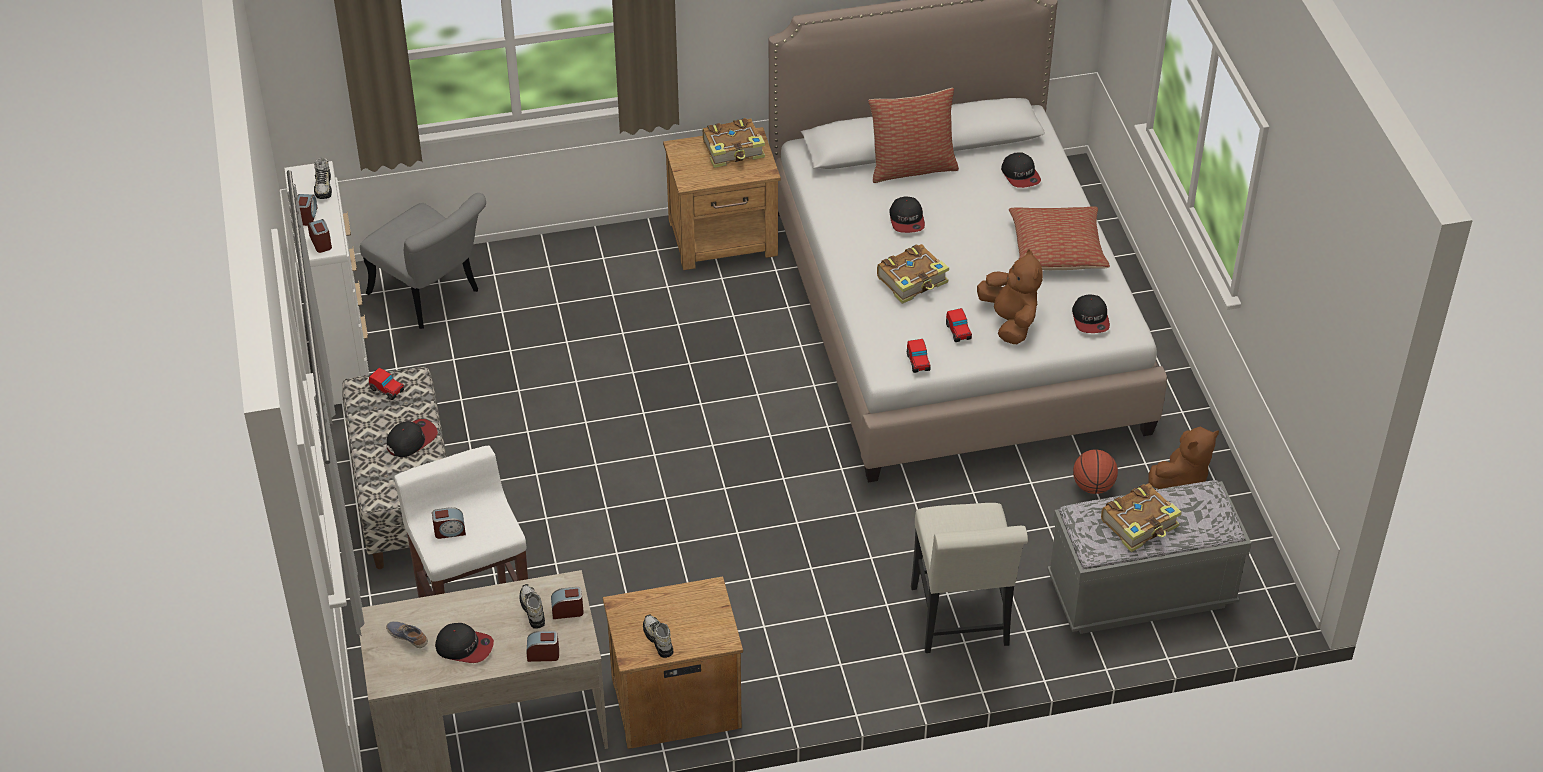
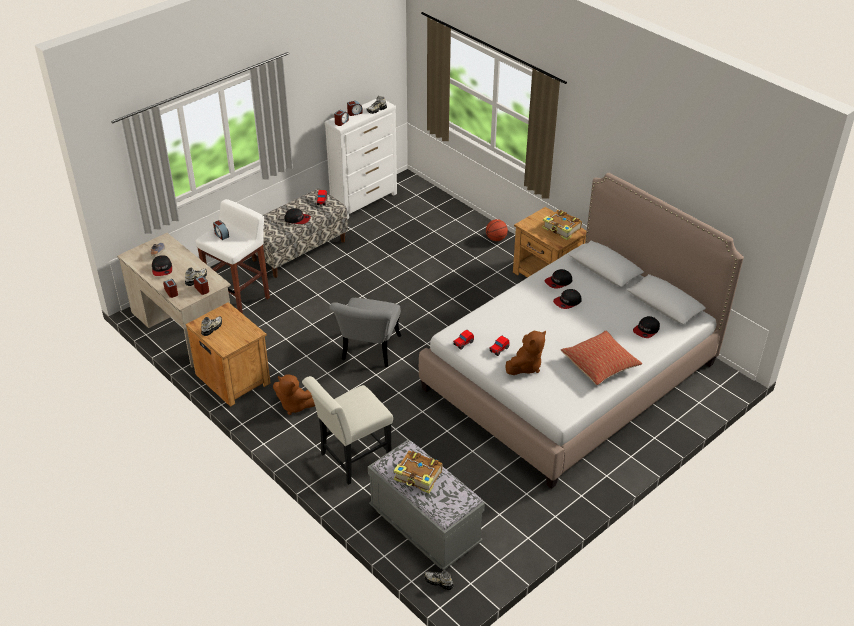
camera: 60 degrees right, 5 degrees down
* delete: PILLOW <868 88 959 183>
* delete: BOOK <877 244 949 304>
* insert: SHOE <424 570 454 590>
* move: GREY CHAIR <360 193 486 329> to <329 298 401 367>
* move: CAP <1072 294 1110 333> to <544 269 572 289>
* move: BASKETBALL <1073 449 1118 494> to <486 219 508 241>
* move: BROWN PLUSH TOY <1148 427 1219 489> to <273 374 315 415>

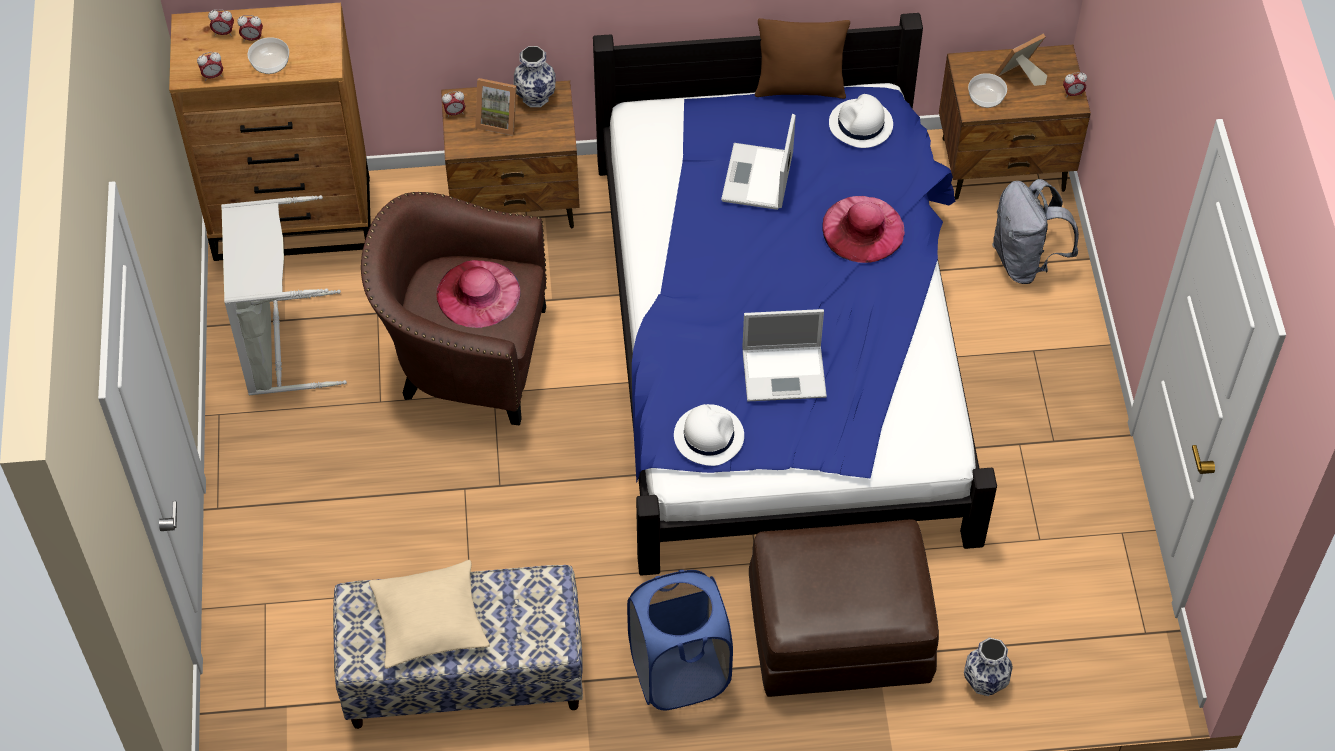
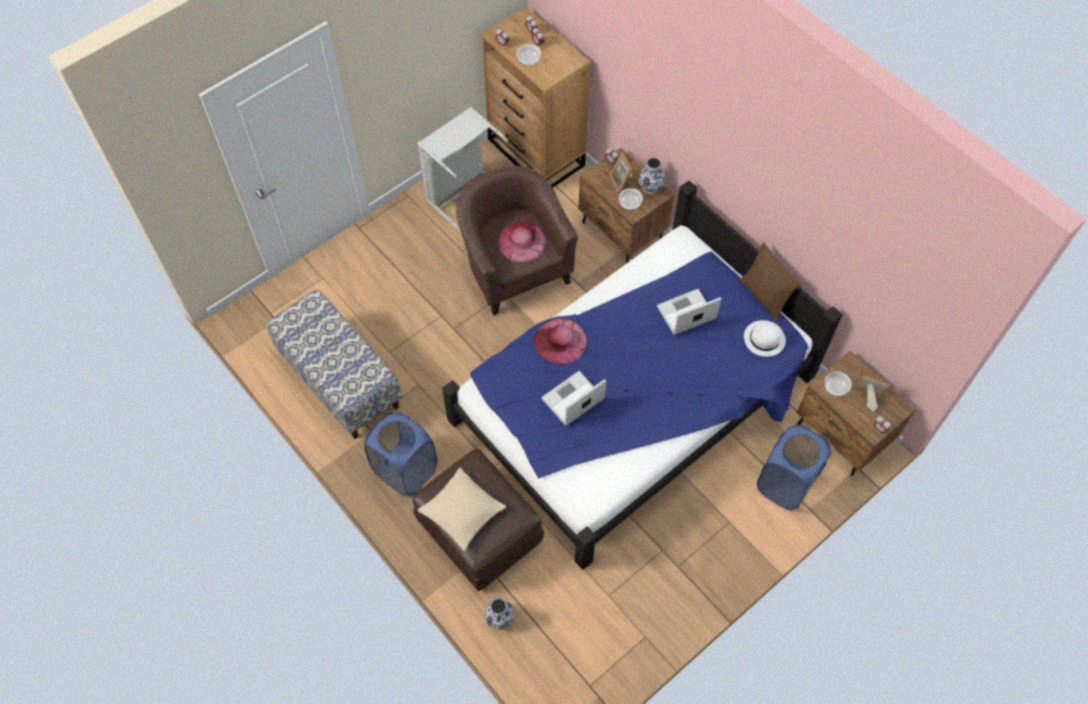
camera: 55 degrees right, 5 degrees up
* delete: WHITE HAT <674 404 744 466>
* insert: BOWL <619 188 643 210>
* move: BEIGE PILLOW <369 560 490 669> to <418 468 506 551>
* move: PINK HAT <822 196 905 263> to <534 318 587 365>
* replace: GREY BACKPACK <992 179 1079 284> to BLUE LAUNDRY BASKET <757 425 831 510>
* rotate: LAPTOP <742 309 827 401> = <541 371 606 426> 90 degrees clockwise

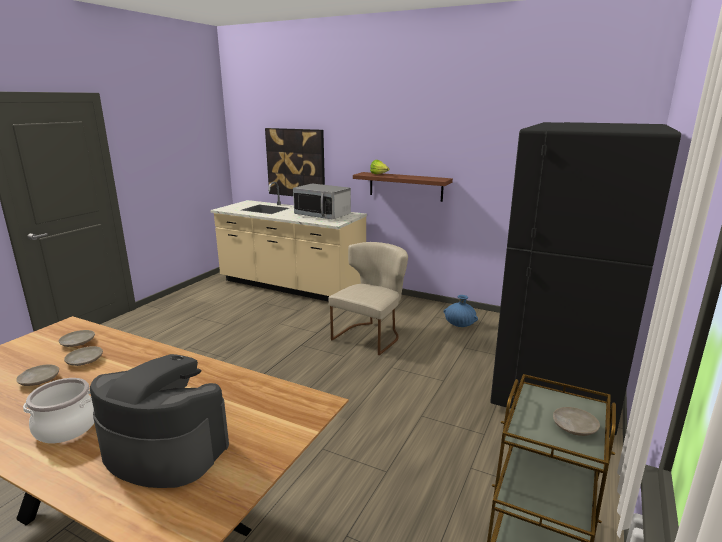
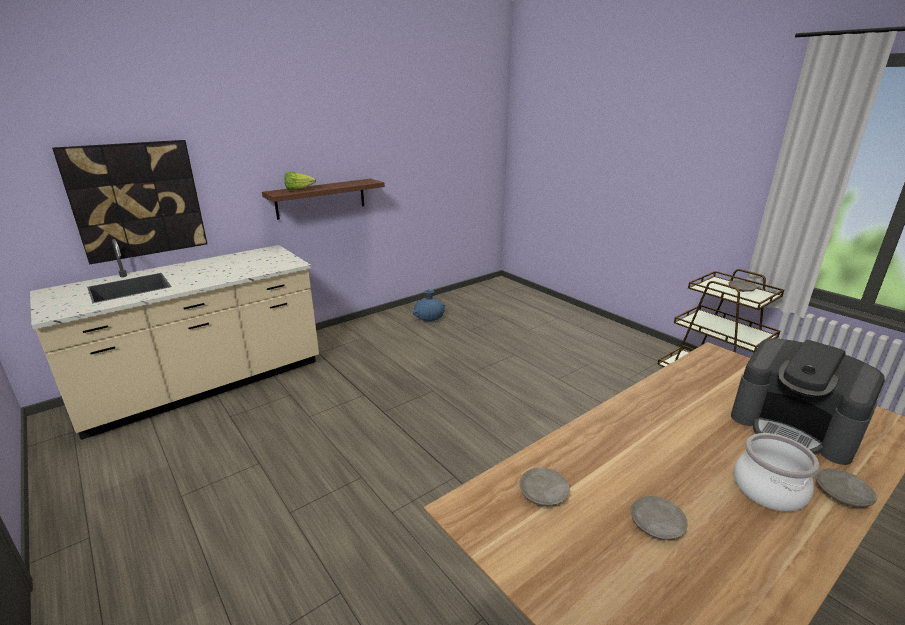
camera: 65 degrees left, 5 degrees up
* delete: MICROWAVE <293 184 351 220>
* delete: BEIGE CHAIR <328 242 408 355>
* delete: BLACK FRIDGE <490 122 681 438>
* move: BEIGE PLATE <64 346 103 366> to <816 468 877 507>
* rotate: COFFEE MACHINE <90 354 229 488> = <731 338 885 465> 90 degrees counterclockwise

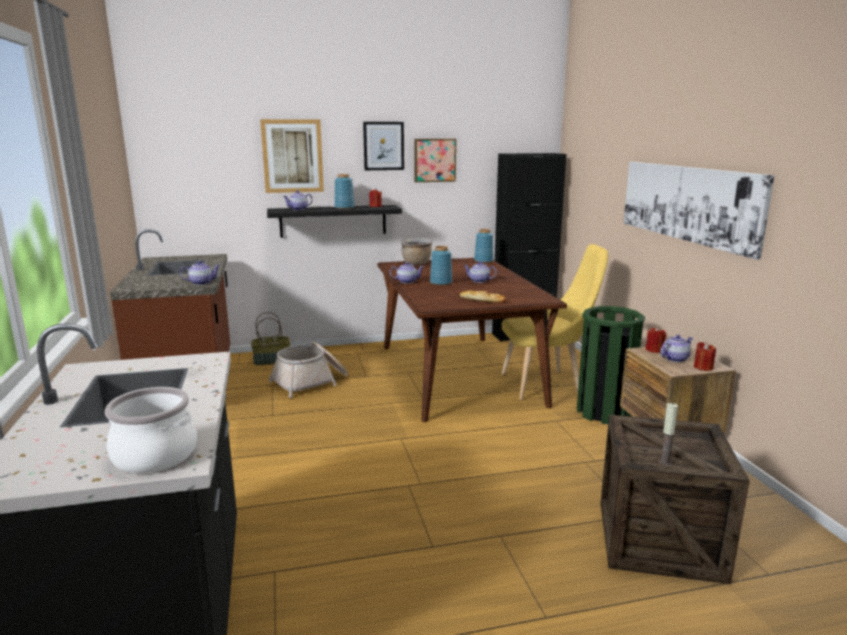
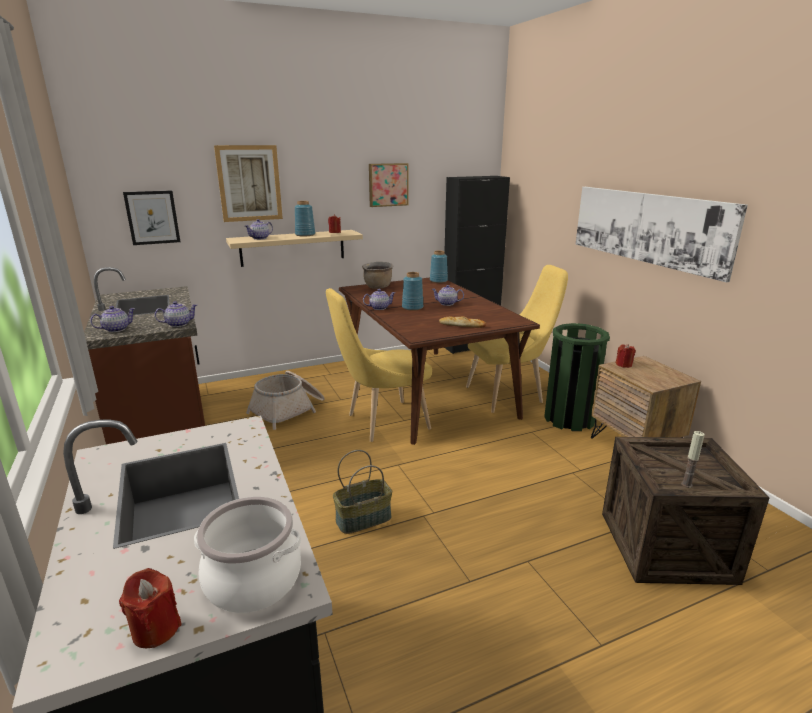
camera: 10 degrees left, 5 degrees up
* insert: YELLOW CHAIR <326 288 432 442>
* move: BASKET <251 312 290 365> to <333 450 392 534>
* move: PICTURE <363 122 404 170> to <123 191 180 245>
* move: TEAPOT <660 335 693 362> to <90 306 136 332>
* move: RED CANDLE <694 342 716 371> to <119 568 182 648>
* recolor: BLACK SHELF <267 205 402 238> to BEIGE SHELF <226 230 363 267>

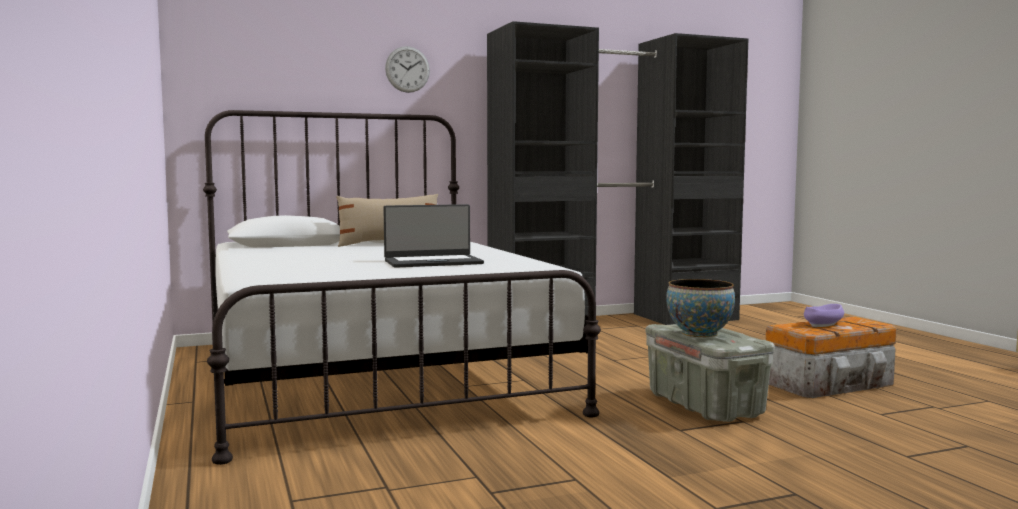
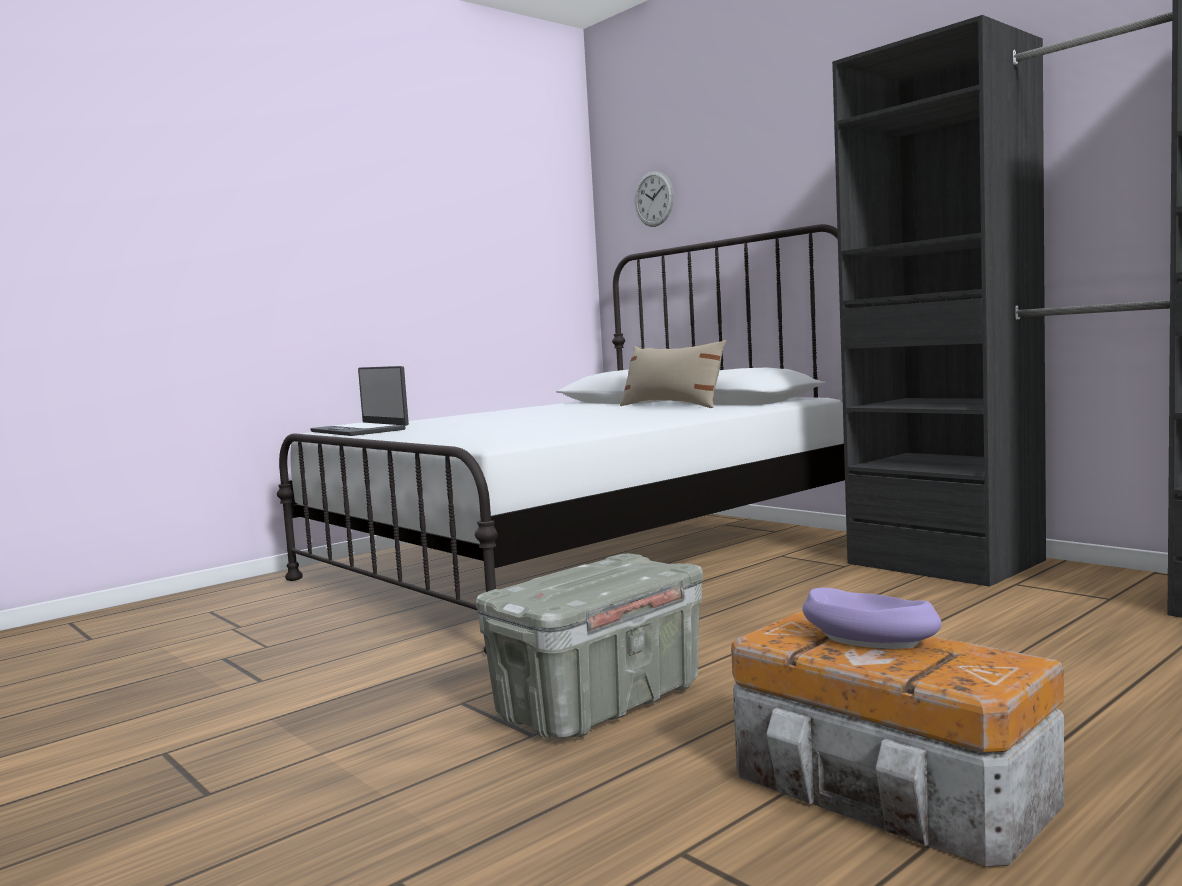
camera: 70 degrees right, 0 degrees up
* delete: BOWL <666 279 735 337>
* move: LAPTOP <383 204 484 268> to <310 366 409 436>
* move: WALL CLOCK <385 46 430 93> to <635 171 674 227>

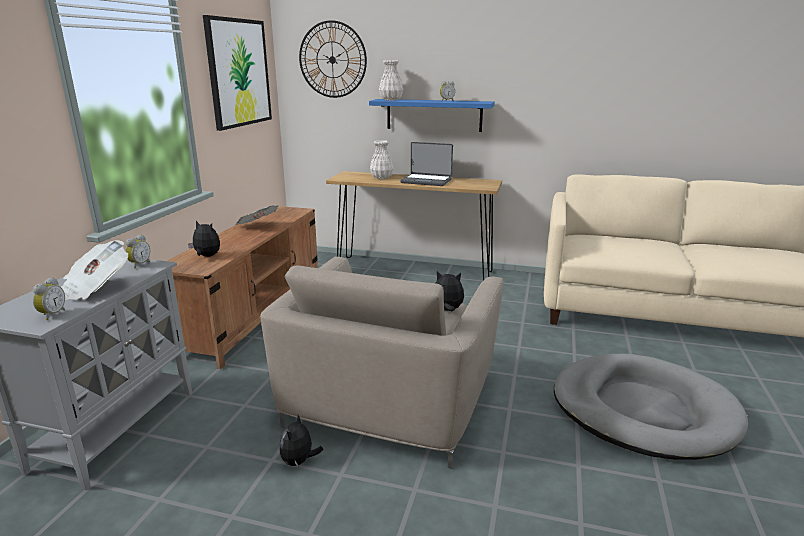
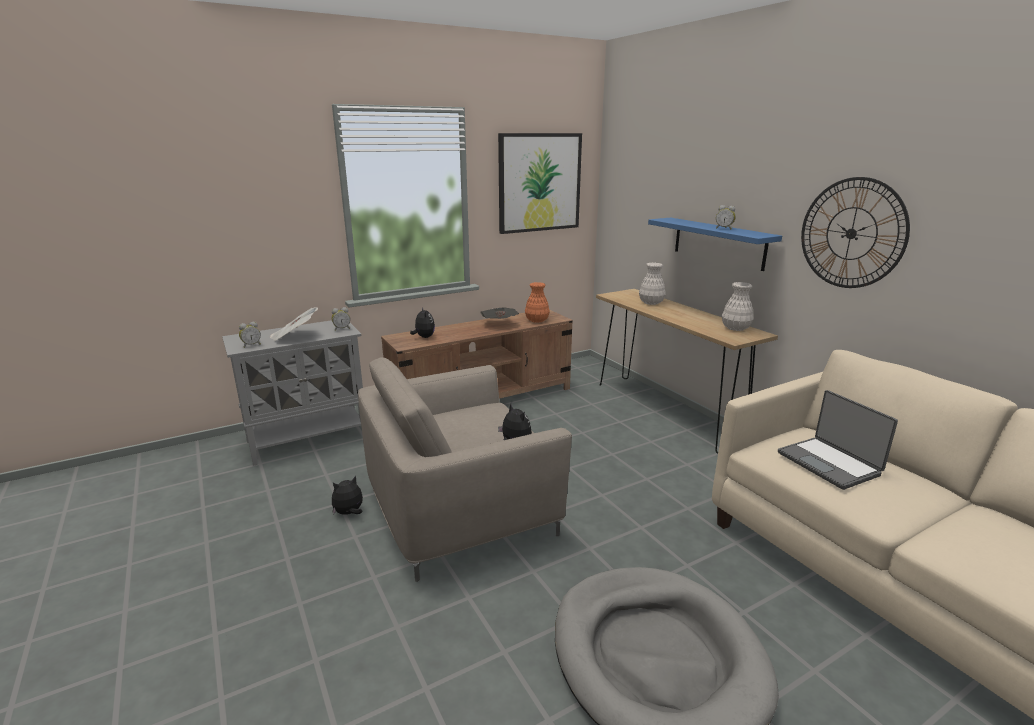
camera: 45 degrees right, 0 degrees up
* insert: ORANGE VASE <525 282 550 323>
* move: WALL CLOCK <299 20 367 98> to <801 177 910 288>
* move: WHITE VASE <379 60 403 100> to <722 282 754 331>
* move: LAPTOP <400 142 453 186> to <778 390 898 490>

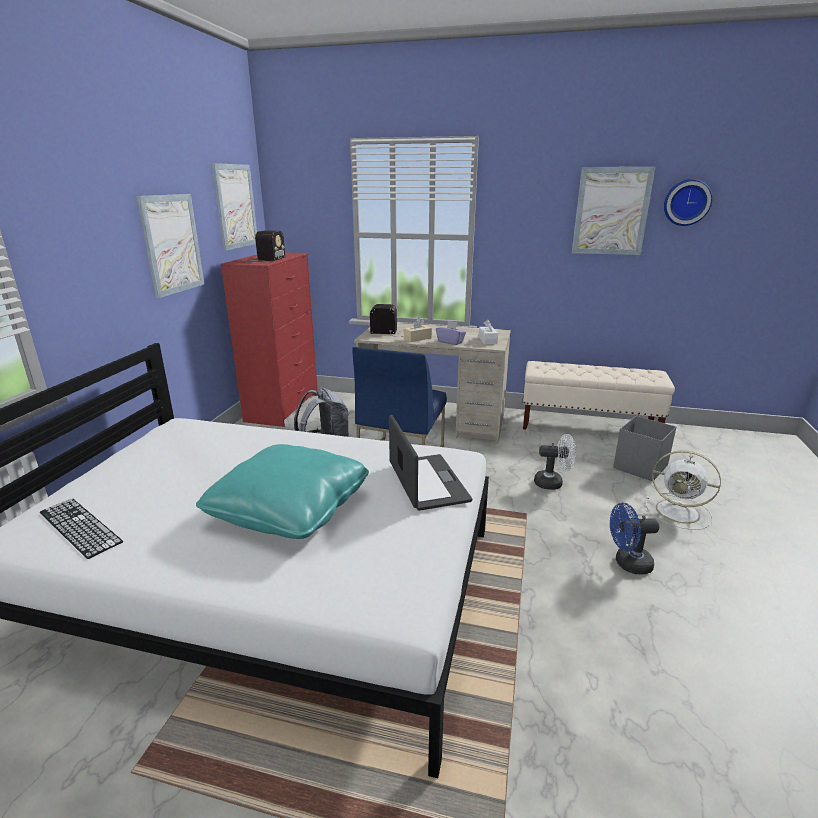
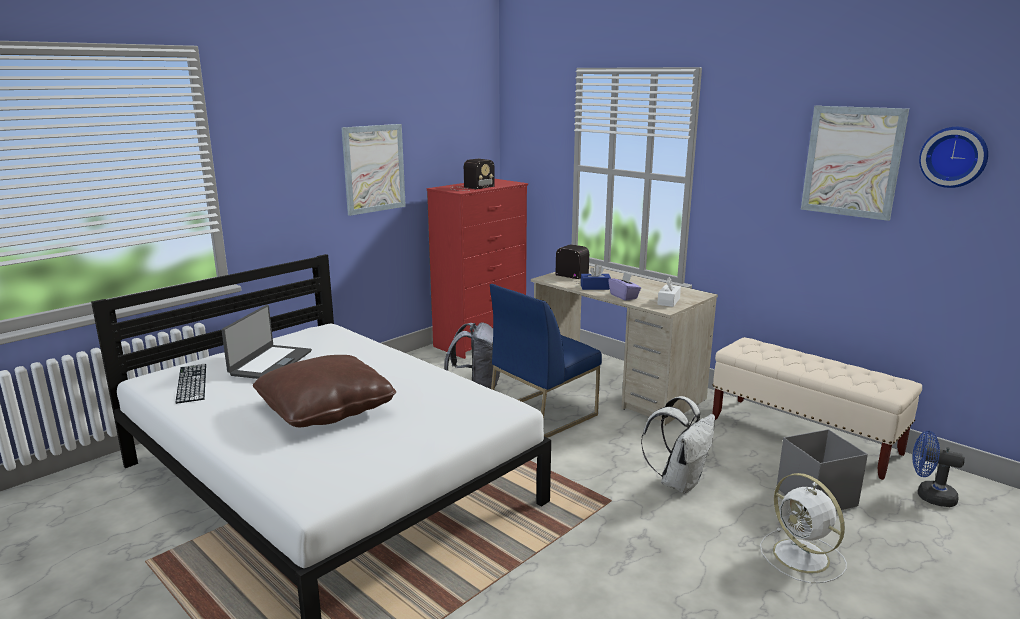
camera: 30 degrees right, 5 degrees down
* delete: PICTURE <212 163 257 251>
* move: LAPTOP <389 415 472 511> to <221 305 312 379>
* move: BLUE FAN <610 503 659 574> to <913 431 965 507>
* replace: WHITE FAN <534 434 576 490> to WHITE BACKPACK <641 396 715 493>
* recolor: TURQUOISE PILLOW <196 444 369 539> to BROWN PILLOW <253 355 396 427>
* recolor: BEIGE TISSUE BOX <404 318 432 342> to BLUE TISSUE BOX <581 264 611 290>

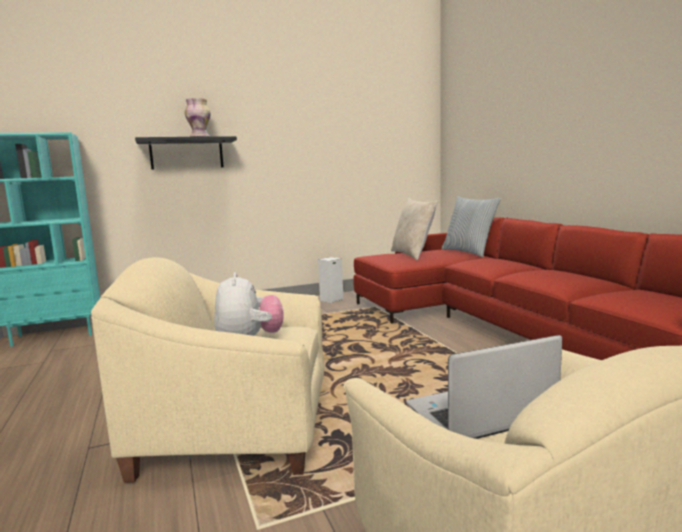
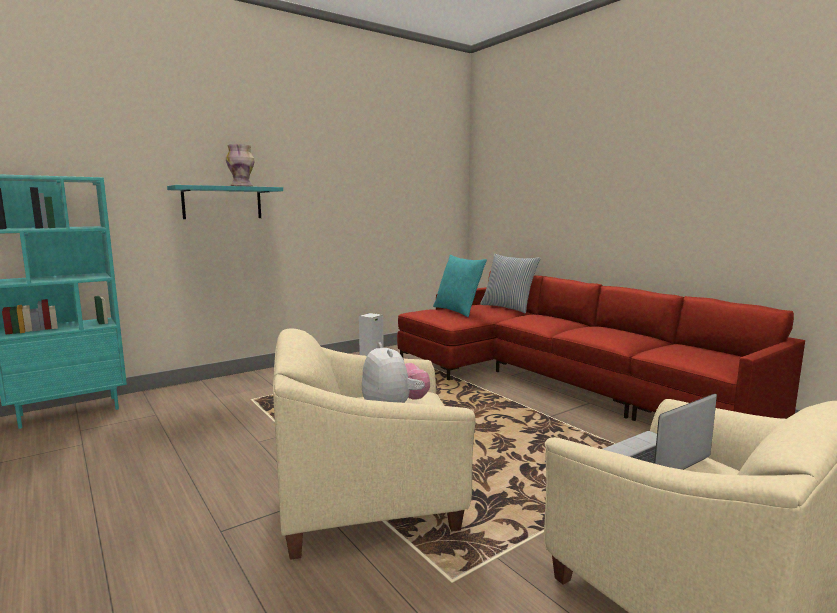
camera: 15 degrees left, 0 degrees up
* recolor: BLACK SHELF <135 136 237 170> to TURQUOISE SHELF <167 185 283 219>
* recolor: BEIGE PILLOW <391 198 438 260> to TURQUOISE PILLOW <433 255 487 317>

